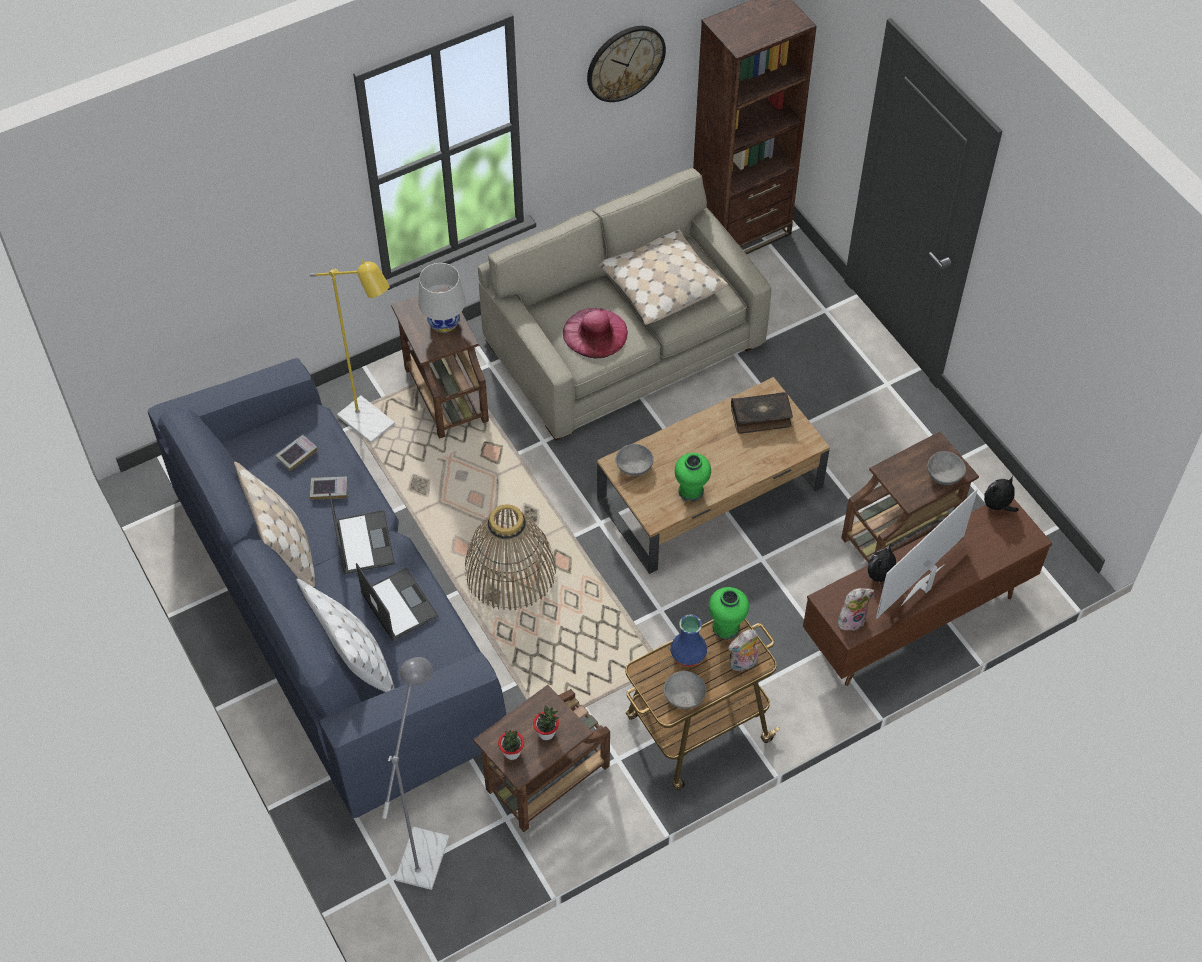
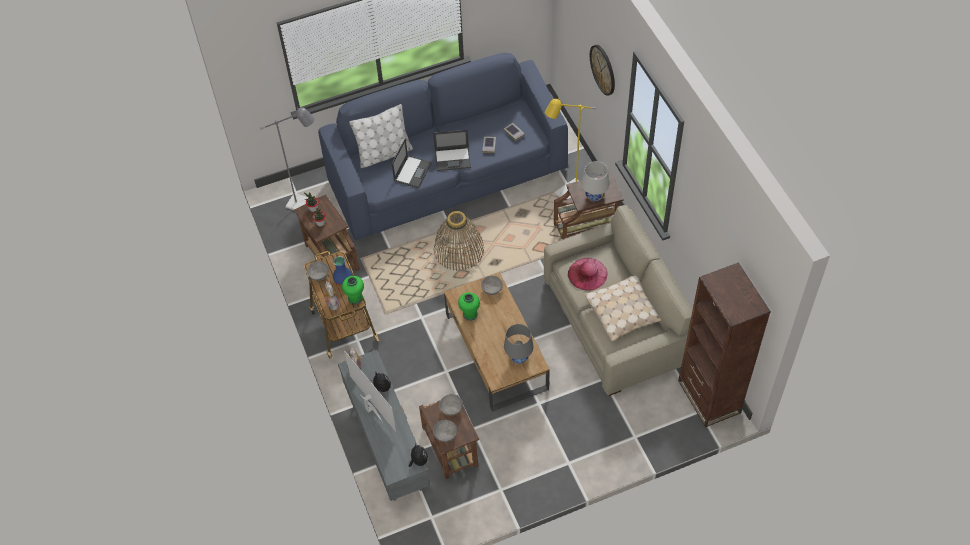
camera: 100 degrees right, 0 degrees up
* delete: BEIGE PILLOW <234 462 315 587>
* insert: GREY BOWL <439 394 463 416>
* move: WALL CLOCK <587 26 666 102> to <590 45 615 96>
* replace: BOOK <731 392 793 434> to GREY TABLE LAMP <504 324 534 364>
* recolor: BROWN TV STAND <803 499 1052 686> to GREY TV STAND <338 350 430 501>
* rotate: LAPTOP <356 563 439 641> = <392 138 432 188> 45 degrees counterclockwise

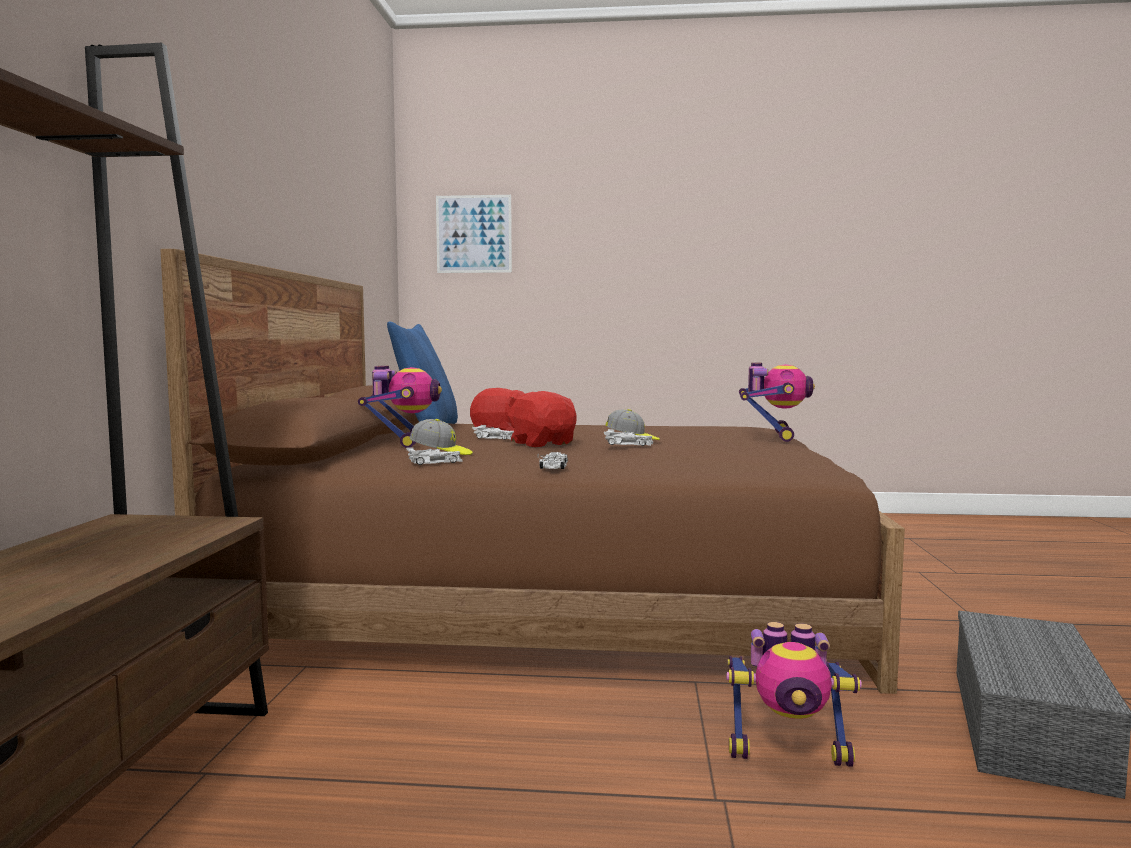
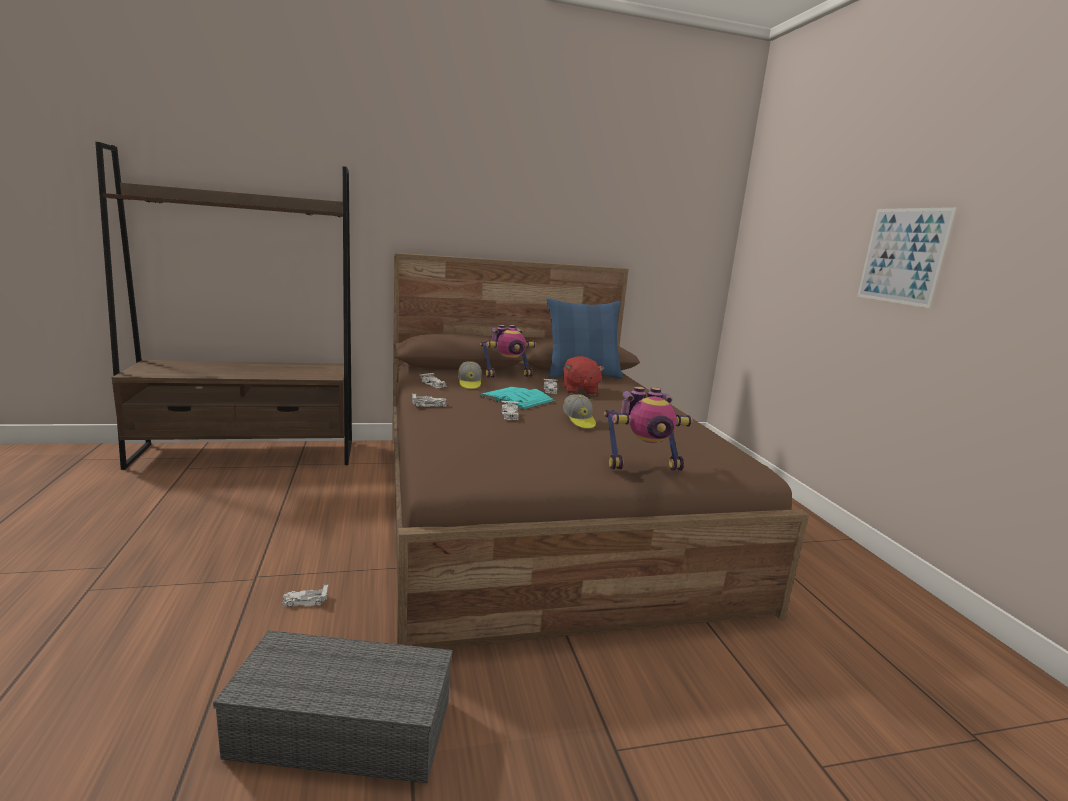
camera: 70 degrees right, 10 degrees up
* move: PICTURE <436 195 512 273> to <857 207 957 308>
* replace: RED PLUSH TOY <505 391 577 447> to TURQUOISE BOOK <479 387 555 410>
* replace: TOY ROBOT <726 622 862 767> to WHITE TOY CAR <282 584 329 607>

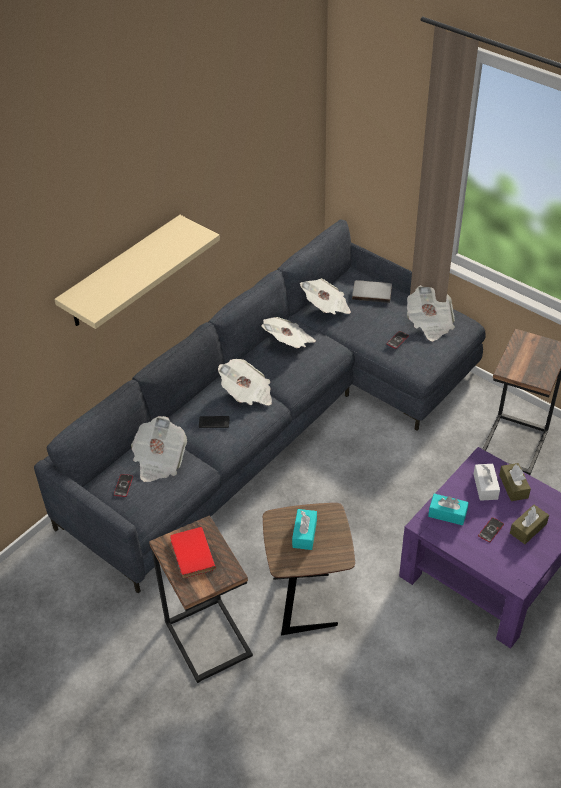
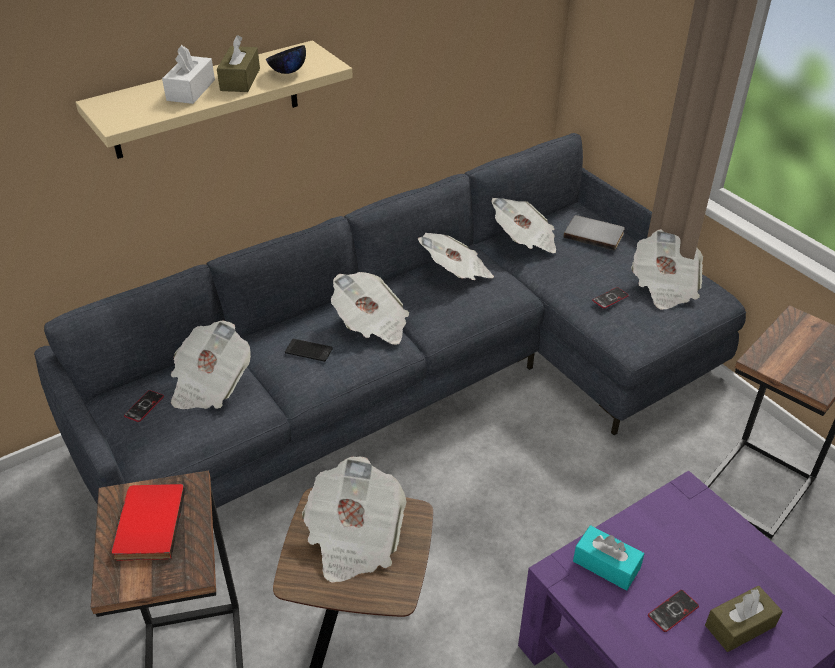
camera: 15 degrees right, 5 degrees down
* insert: BLACK BOWL <266 45 306 74>
* move: WHITE TISSUE BOX <474 464 500 501> to <162 45 215 104>
* move: BROWN TISSUE BOX <499 463 531 501> to <217 35 260 92>
* replace: TURQUOISE TISSUE BOX <292 509 317 550> to NEWSPAPER <302 456 407 583>

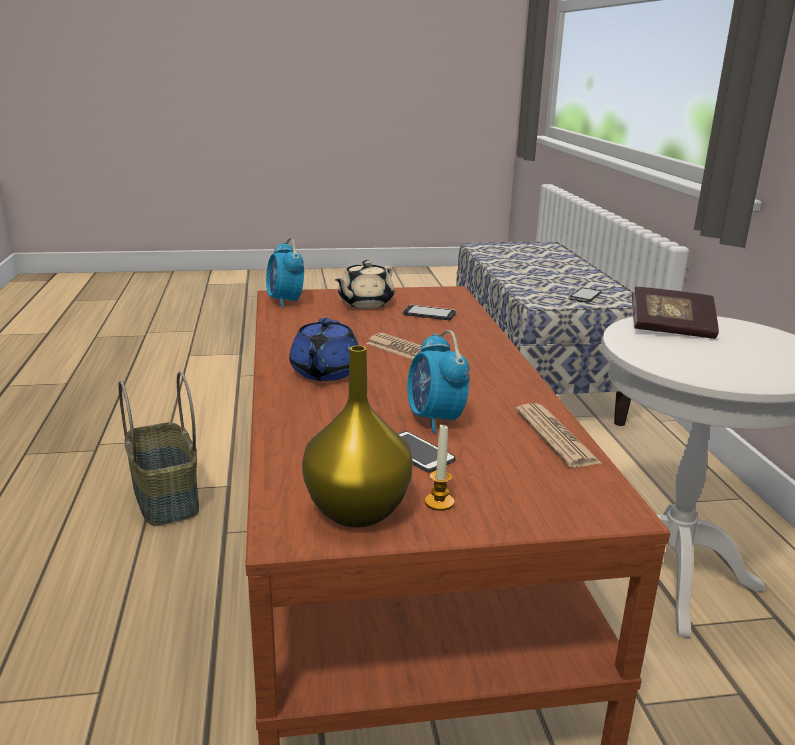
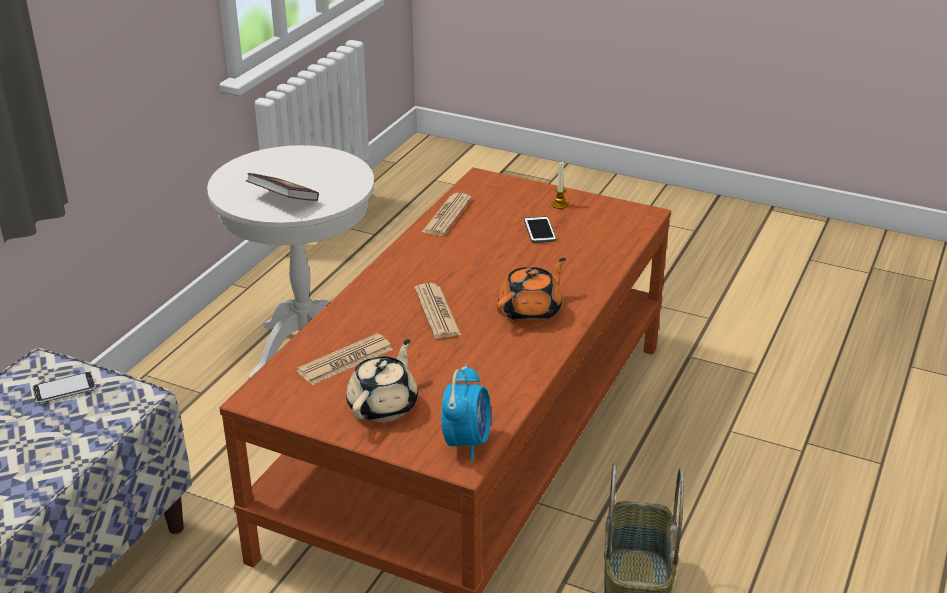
camera: 145 degrees left, 10 degrees up
* delete: YELLOW VASE <302 345 413 528>
* delete: ALARM CLOCK <407 330 469 433>
* replace: PHONE <403 305 456 320> to NEWSPAPER <296 333 393 385>
* recolor: BLUE TEAPOT <289 318 359 381> to ORANGE TEAPOT <497 258 566 324>
* rotate: BEIGE TEAPOT <335 260 394 309> = <346 339 418 422> 45 degrees counterclockwise

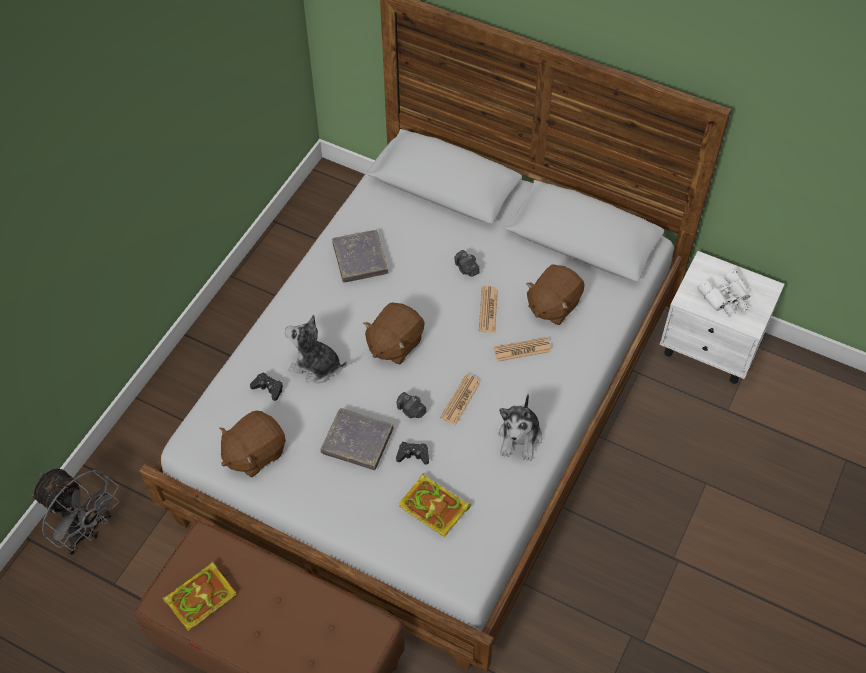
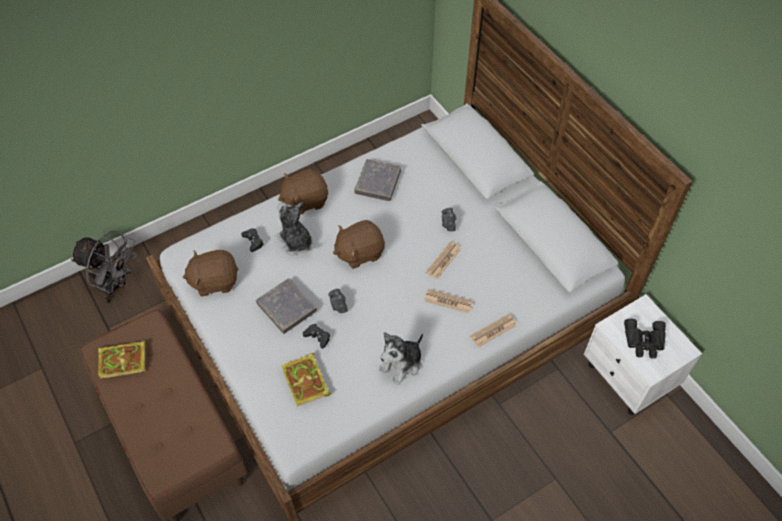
camera: 30 degrees right, 0 degrees up
* move: NEWSPAPER <440 374 481 425> to <470 314 517 347>
* move: BROWN PLUSH TOY <526 264 584 325> to <278 169 328 215>
* recolor: WHITE BINOCULARS <697 269 750 317> to BLACK BINOCULARS <624 318 666 359>
* rotate: GREY FAN <32 468 119 555> = <71 230 137 303> 45 degrees counterclockwise

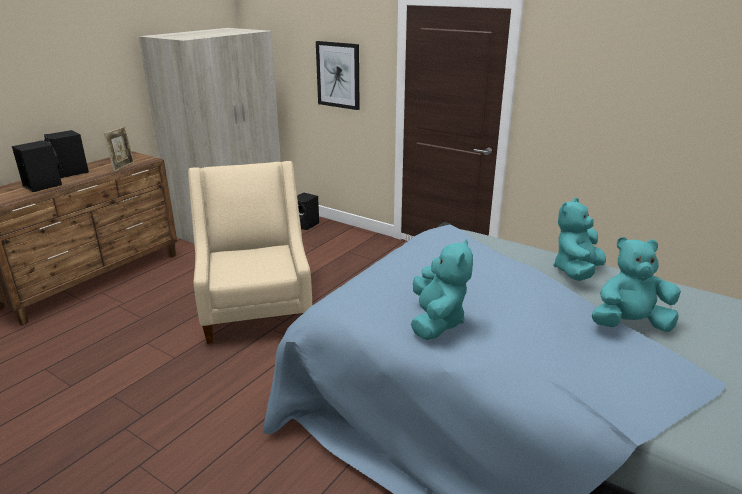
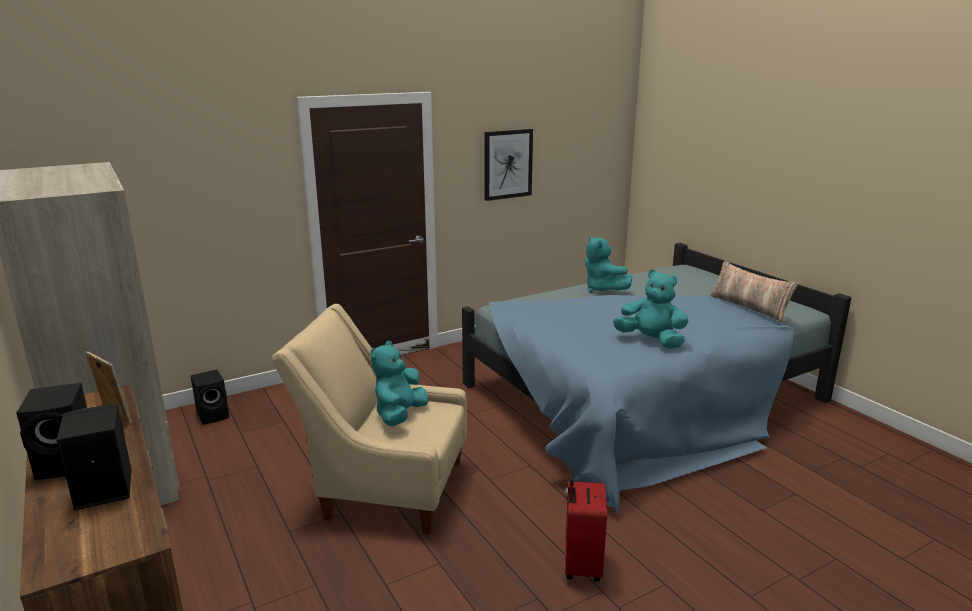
camera: 65 degrees left, 5 degrees down
* insert: RED SUITCASE <565 469 607 582>
* insert: PILLOW <710 261 797 323>
* move: PICTURE <316 41 360 110> to <485 129 533 201>
* move: TURQUOISE PLUSH TOY <592 237 681 332> to <370 341 429 426>

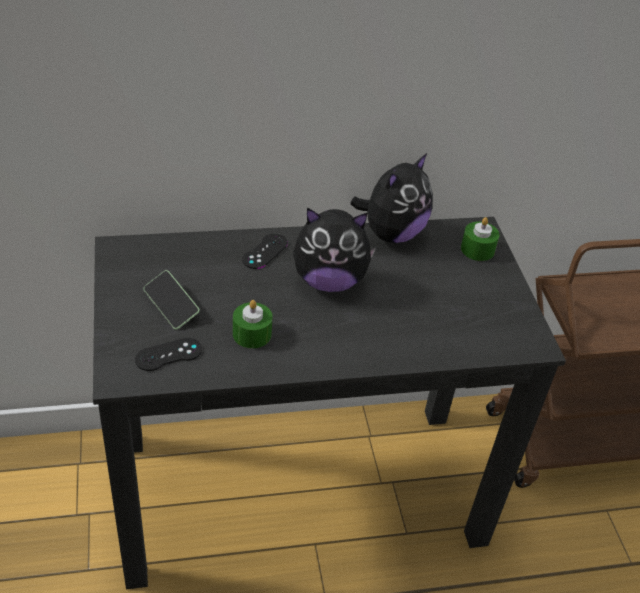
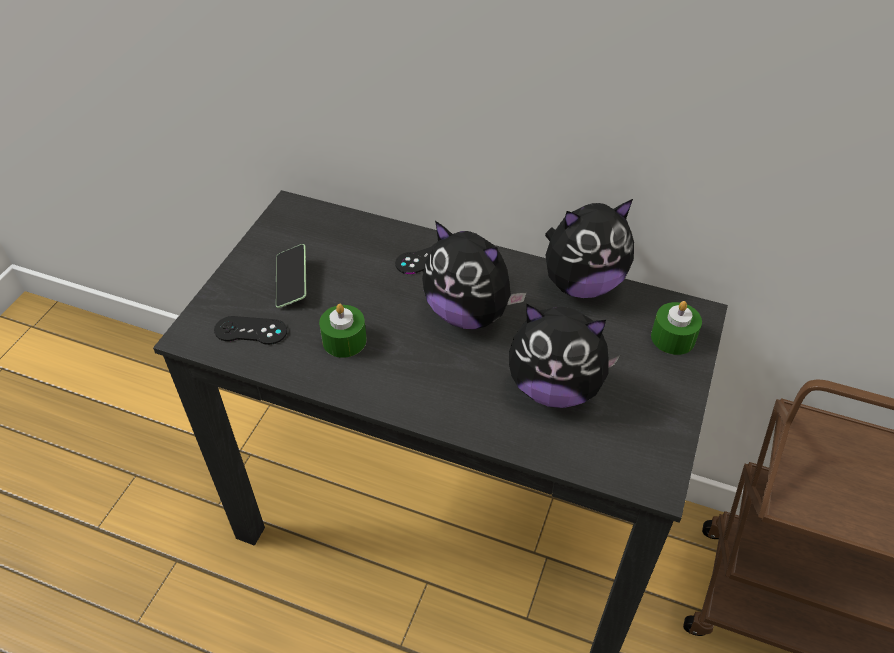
camera: 35 degrees right, 5 degrees up
* insert: PLUSH TOY <509 304 620 408>

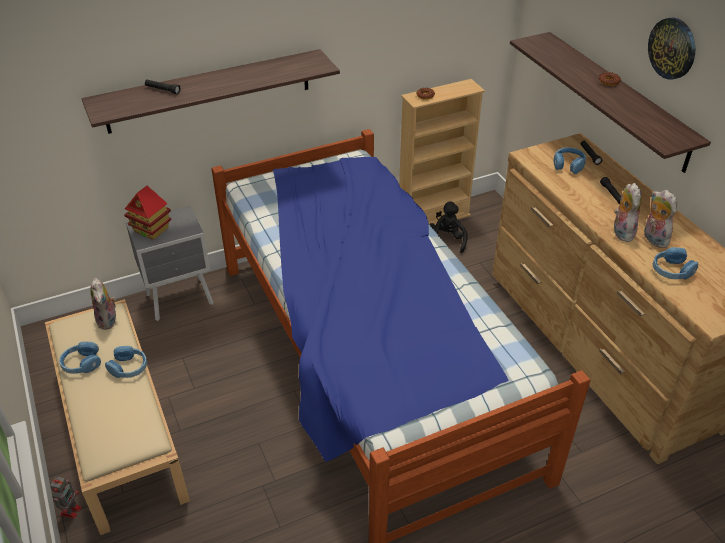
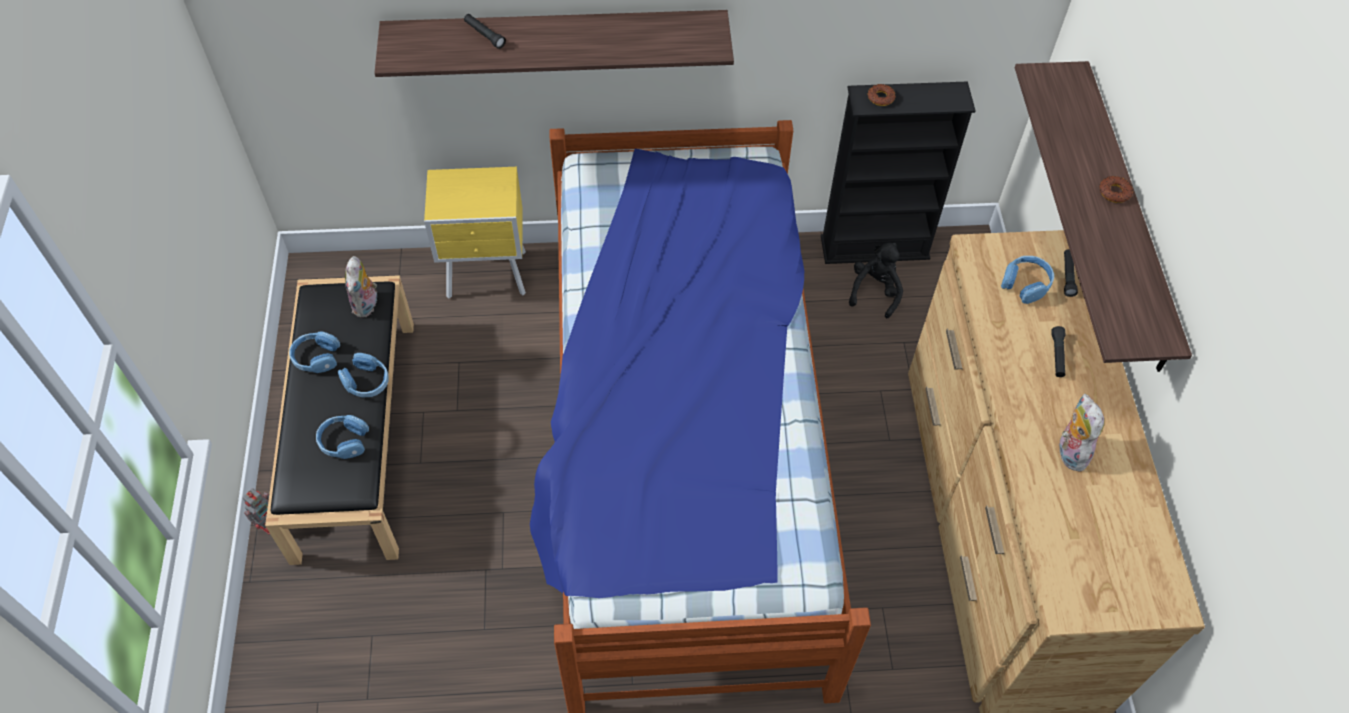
camera: 20 degrees right, 15 degrees up
* delete: TOY HOUSE <124 186 171 240>
* delete: PLUSH TOY <614 183 642 242>
* delete: WALL CLOCK <648 18 695 80>
* move: BLUE HEADPHONES <653 247 698 280> to <316 415 369 459>
* recolor: BEIGE BENCH <45 299 190 535> to BLACK BENCH <265 275 414 565>
* recolor: GREY NIGHTSTAND <126 206 214 321> to YELLOW NIGHTSTAND <424 167 526 298>
* recolor: BEIGE BOOKCASE <399 79 485 225> to BLACK BOOKCASE <821 81 976 264>

